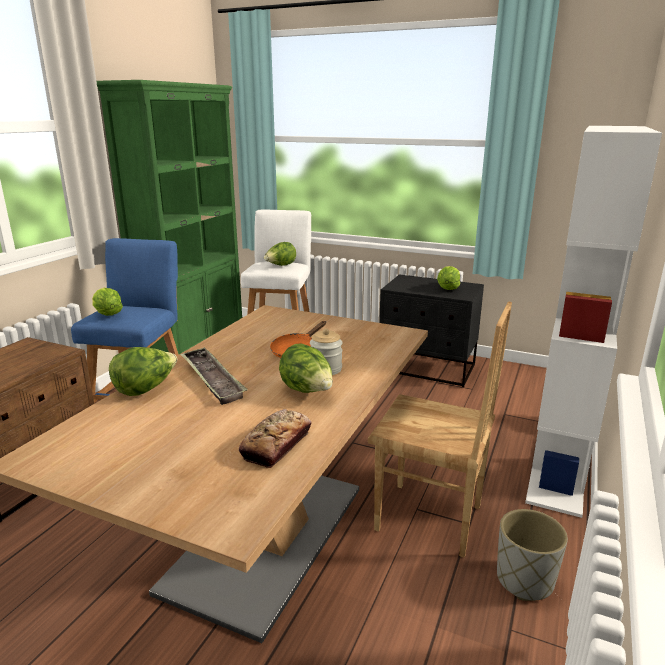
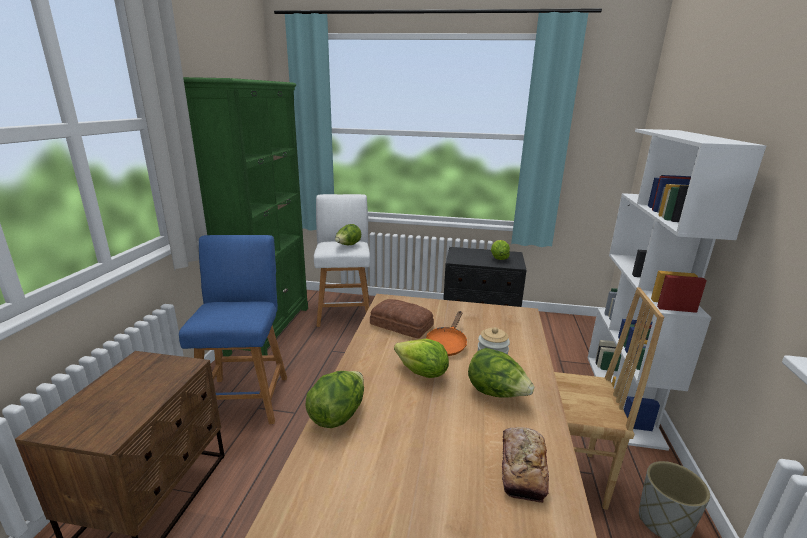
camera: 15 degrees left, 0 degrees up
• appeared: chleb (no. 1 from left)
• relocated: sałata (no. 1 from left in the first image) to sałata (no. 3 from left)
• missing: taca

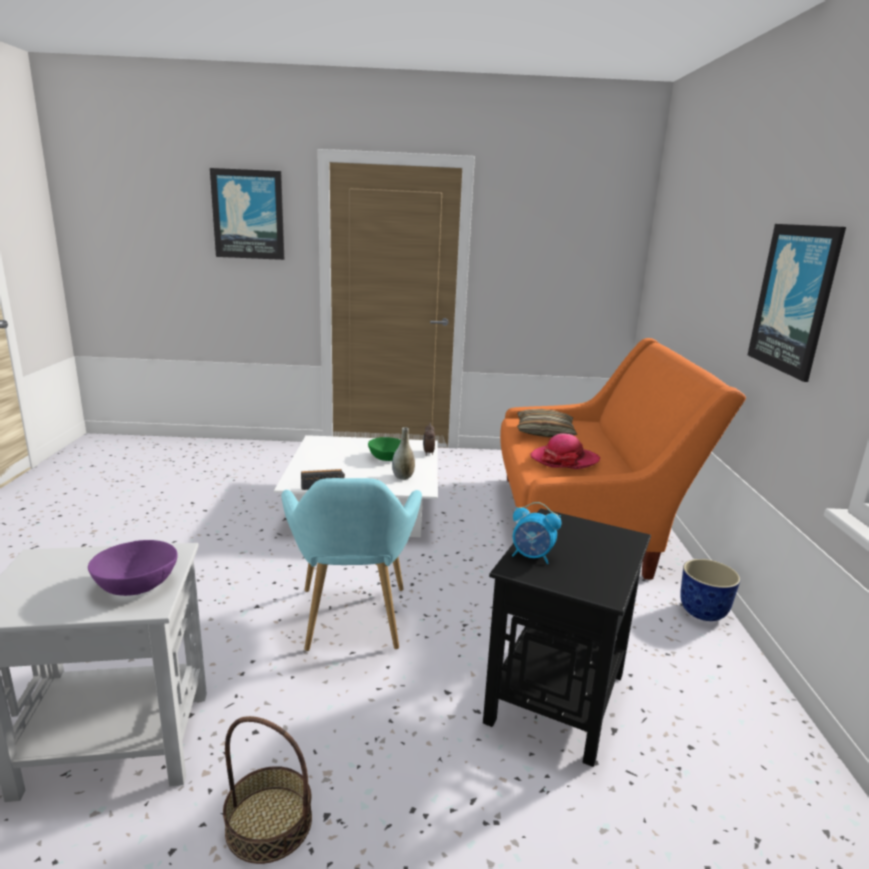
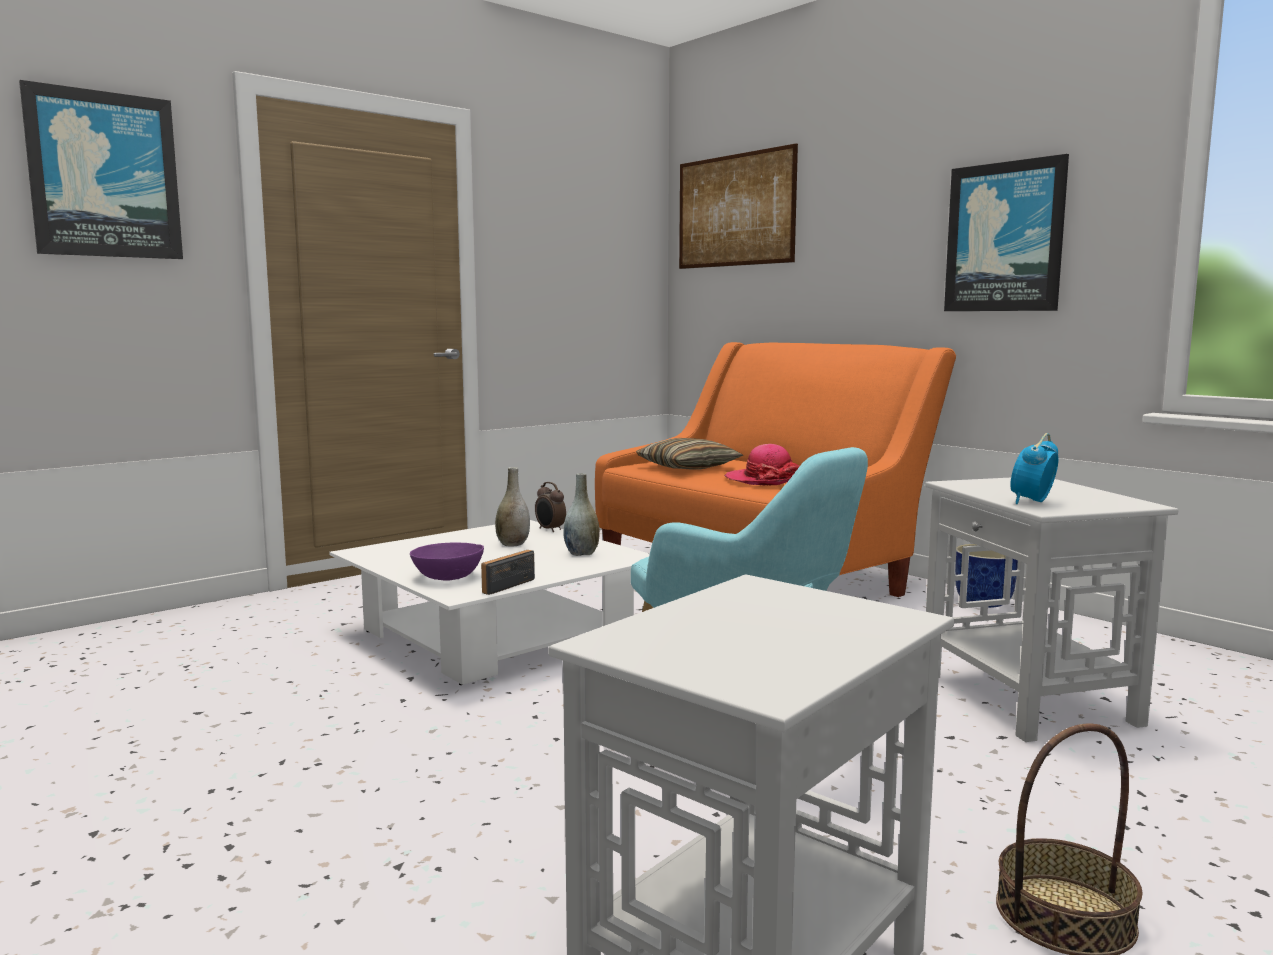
camera: 40 degrees left, 10 degrees down
• relocated: miska (fioletowy)
• exchanged: miska (zielony) to wazon (szary) (no. 1 from left)
• appeared: obraz (no. 2 from left)
• colour: stolik (czarny) to stolik (biały) (no. 2 from left)
• spun: budzik (no. 2 from left) 150 degrees clockwise

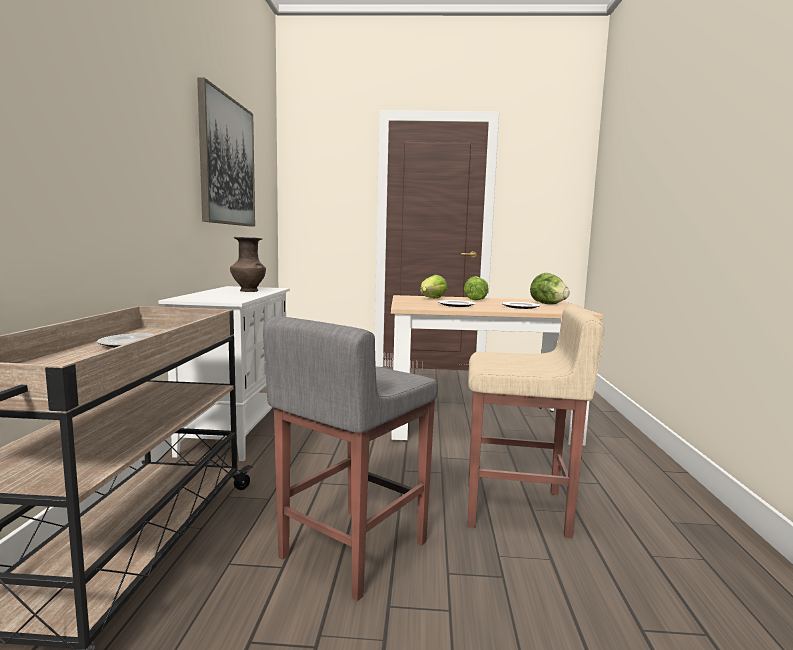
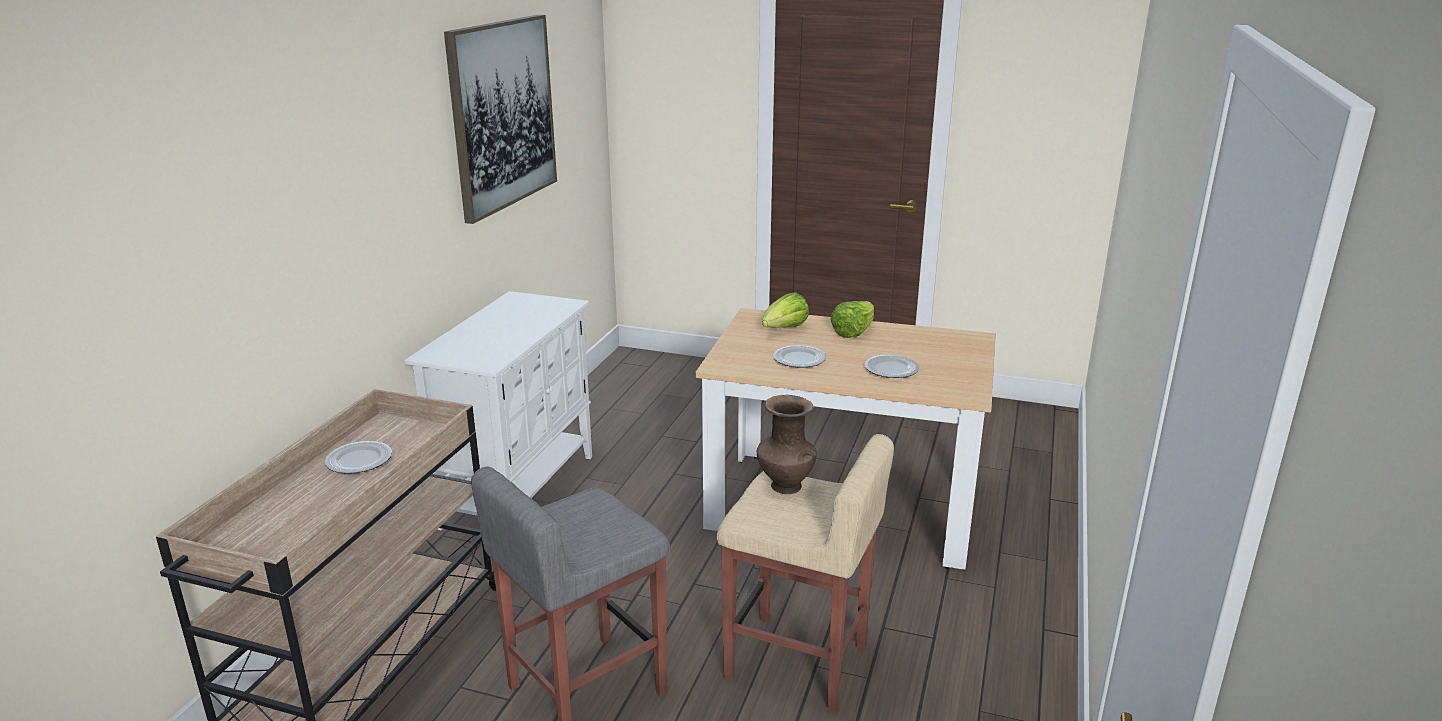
camera: 15 degrees right, 15 degrees up
• relocated: wazon (brązowy)
• missing: sałata (no. 3 from left)

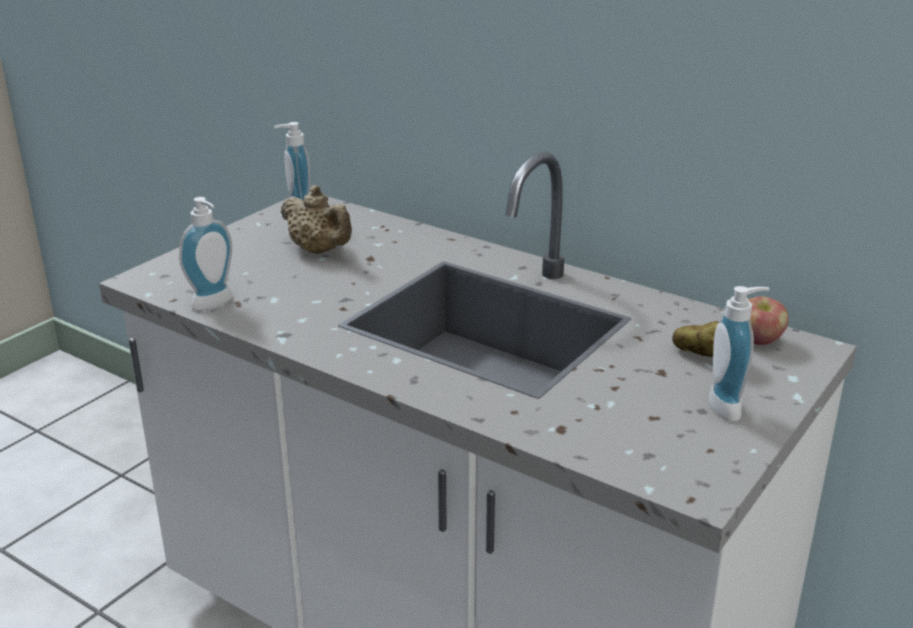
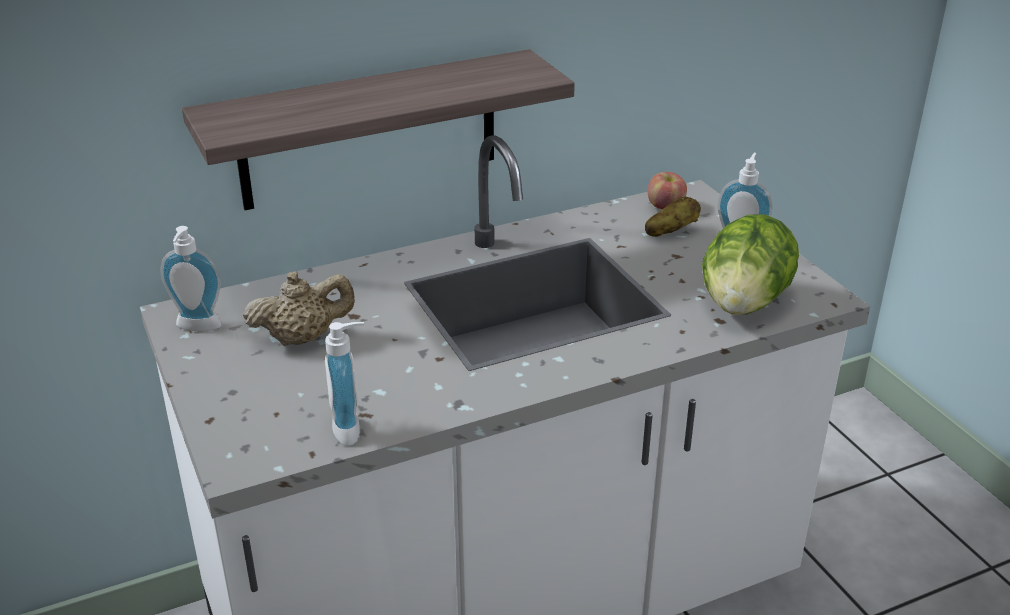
camera: 60 degrees left, 5 degrees up
• appeared: półka
• appeared: sałata

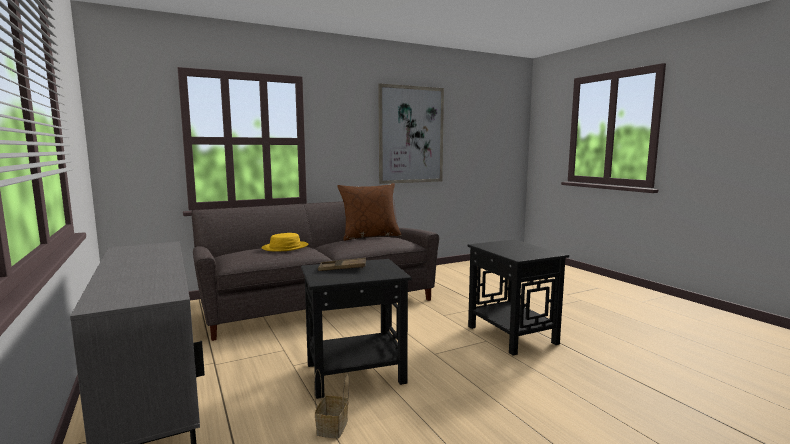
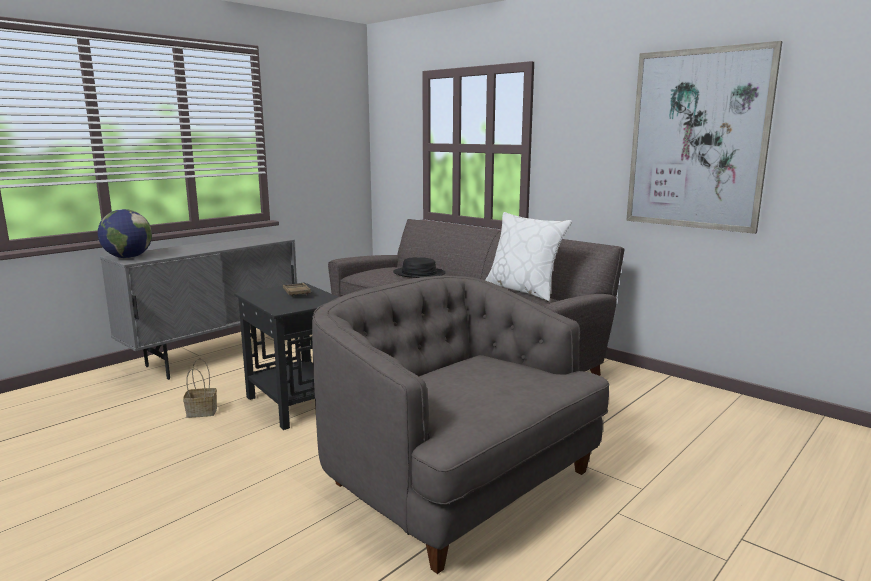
camera: 70 degrees right, 5 degrees up
• appeared: globus
• exchanged: stolik (czarny) (no. 2 from left) to fotel (szary)
• colour: kapelusz (żółty) to kapelusz (czarny)
• colour: poduszka (brązowy) to poduszka (biały)

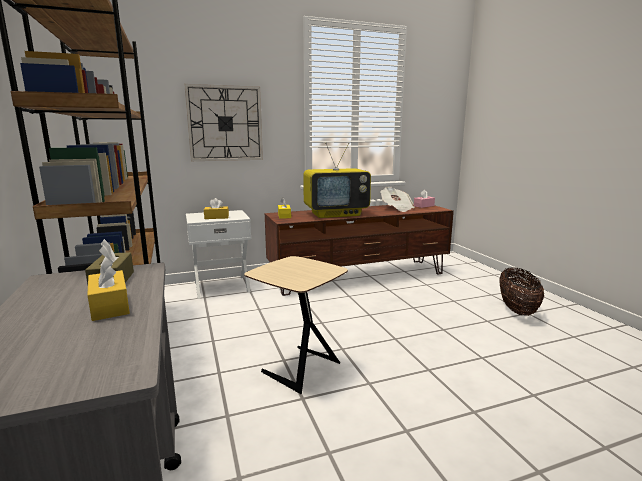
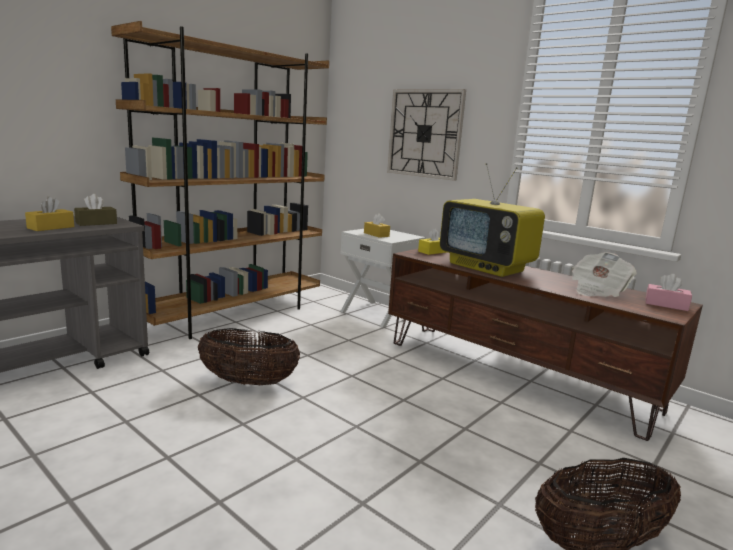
camera: 60 degrees right, 0 degrees up
• exchanged: stolik (beżowy) to koszyk (no. 1 from left)

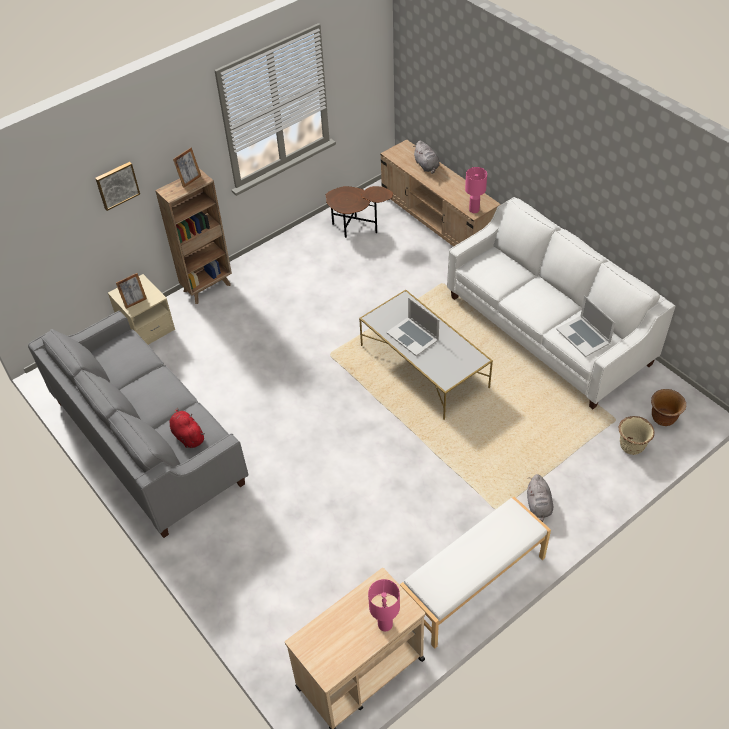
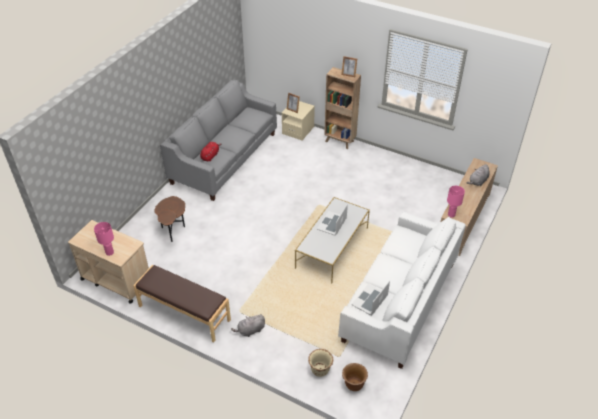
camera: 65 degrees right, 5 degrees down
• colour: ławka (biały) to ławka (brązowy)
• relocated: stolik (brązowy)
• missing: obraz

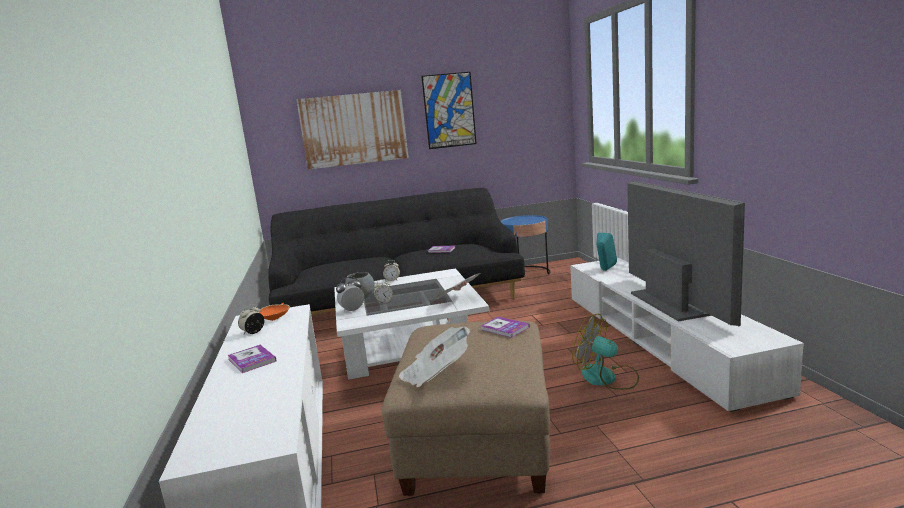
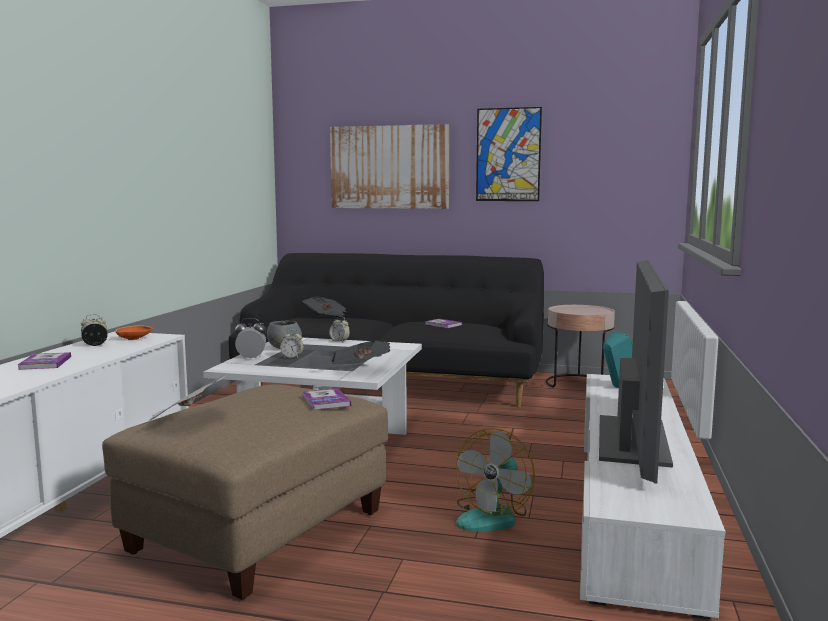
camera: 25 degrees right, 5 degrees down
• appeared: gazeta (no. 2 from left)
• spun: wentylator 120 degrees counterclockwise
• colour: stolik (niebieski) to stolik (różowy)

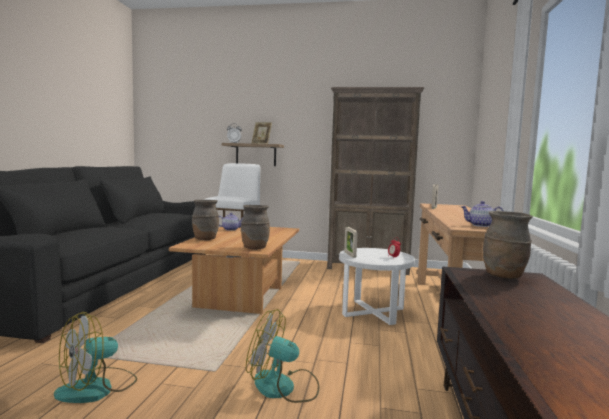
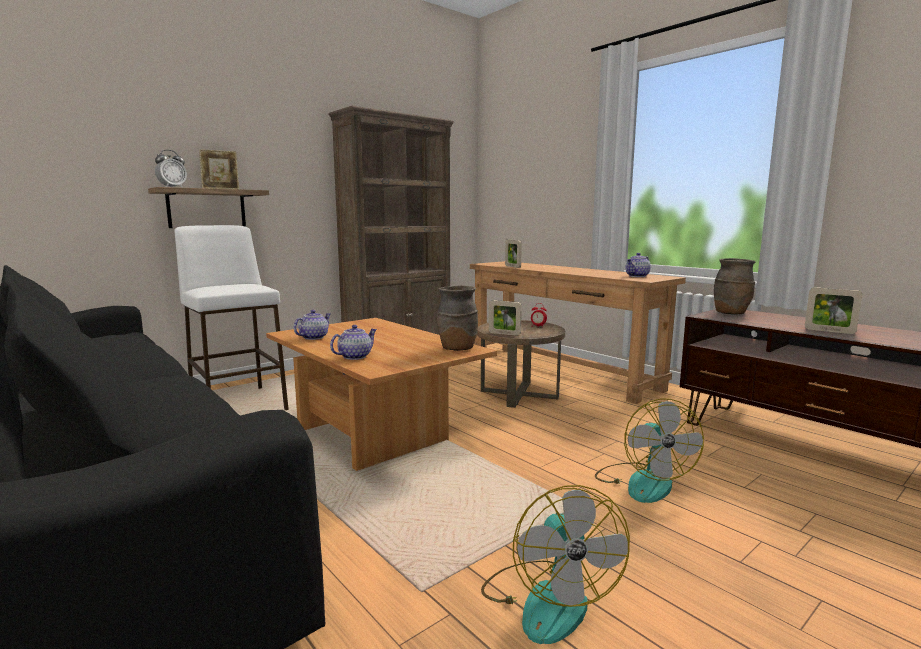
camera: 50 degrees left, 5 degrees up
• exchanged: wazon (brązowy) (no. 1 from left) to imbryk (no. 2 from left)
• colour: stolik (biały) to stolik (brązowy)
• spun: wentylator (no. 2 from left) 60 degrees counterclockwise
• appeared: ramka na zdjęcie (no. 4 from left)

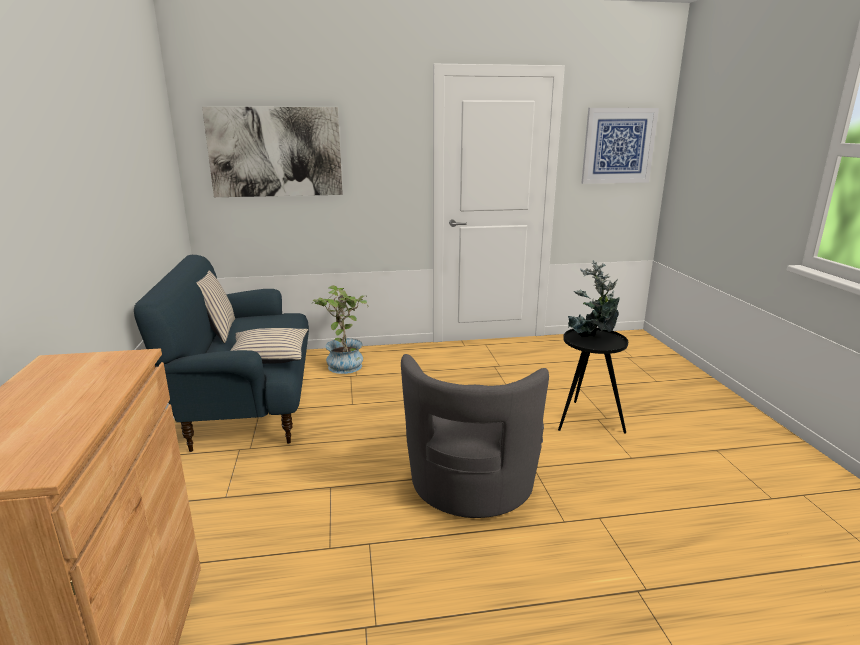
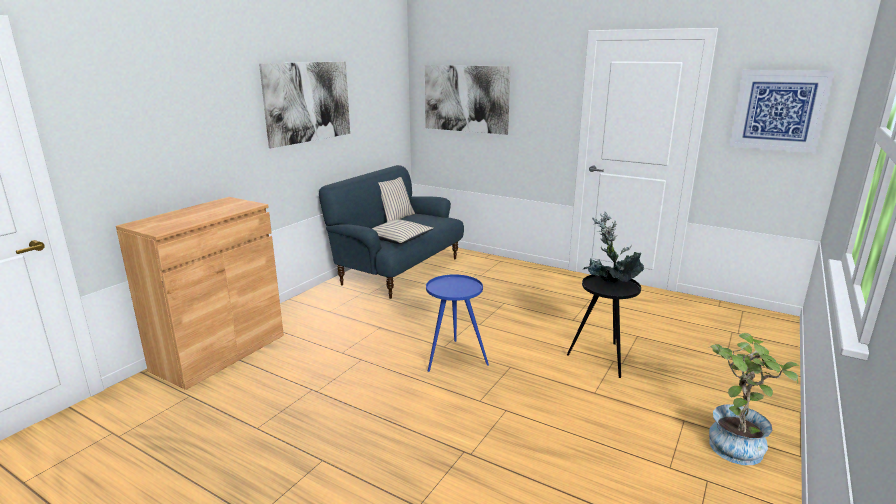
camera: 40 degrees right, 0 degrees up
• appeared: obraz (no. 1 from left)
• exchanged: fotel (szary) to stolik (niebieski)
• relocated: roślina doniczkowa (no. 1 from left in the first image) to roślina doniczkowa (no. 2 from left)

